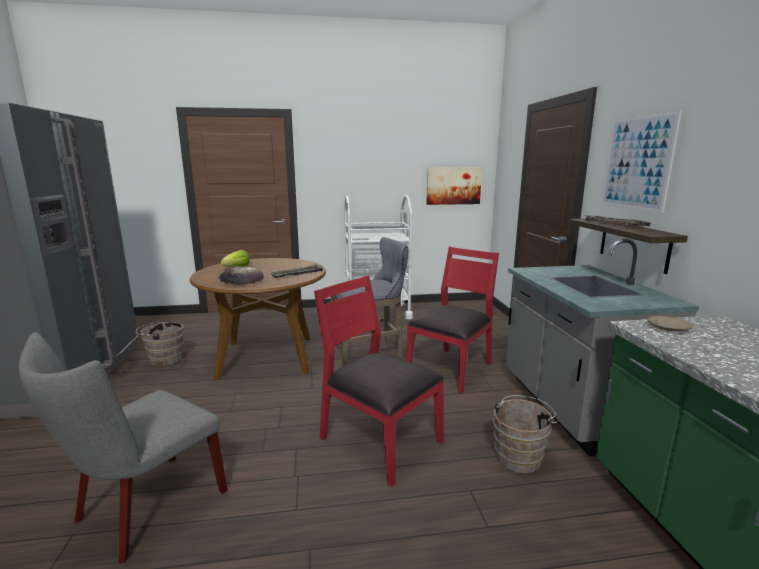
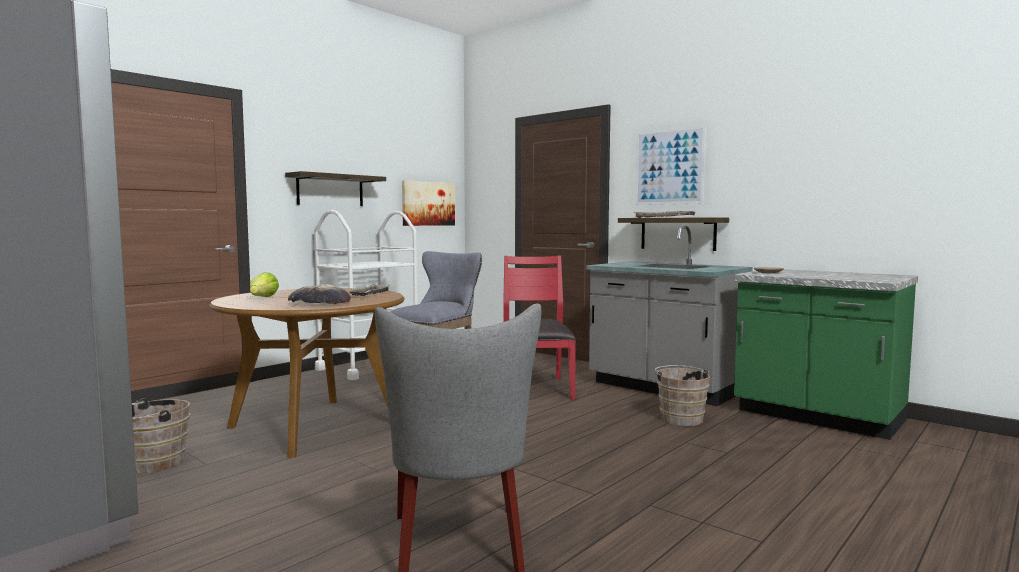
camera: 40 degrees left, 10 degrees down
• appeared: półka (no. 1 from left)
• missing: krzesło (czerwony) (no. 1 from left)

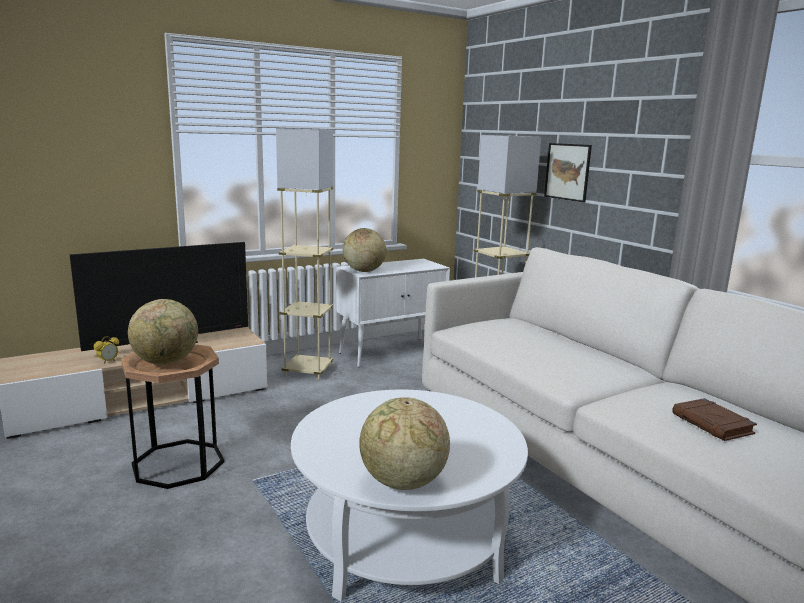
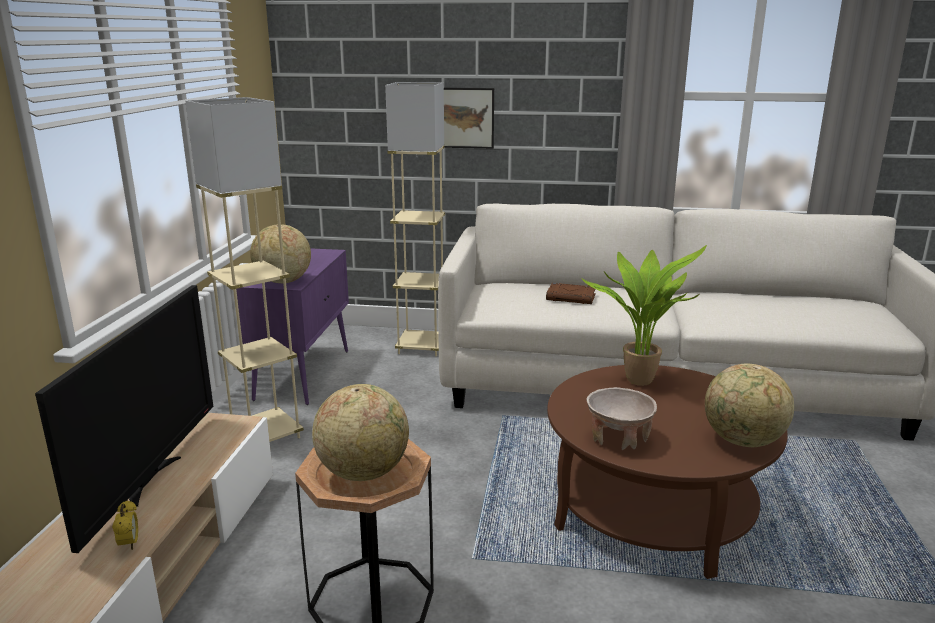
camera: 50 degrees left, 5 degrees up
• colour: szafka (biały) to szafka (fioletowy)
• relocated: książka (brązowy)
• colour: ława (biały) to ława (brązowy)
• appeared: roślina doniczkowa
• appeared: miska (beżowy)

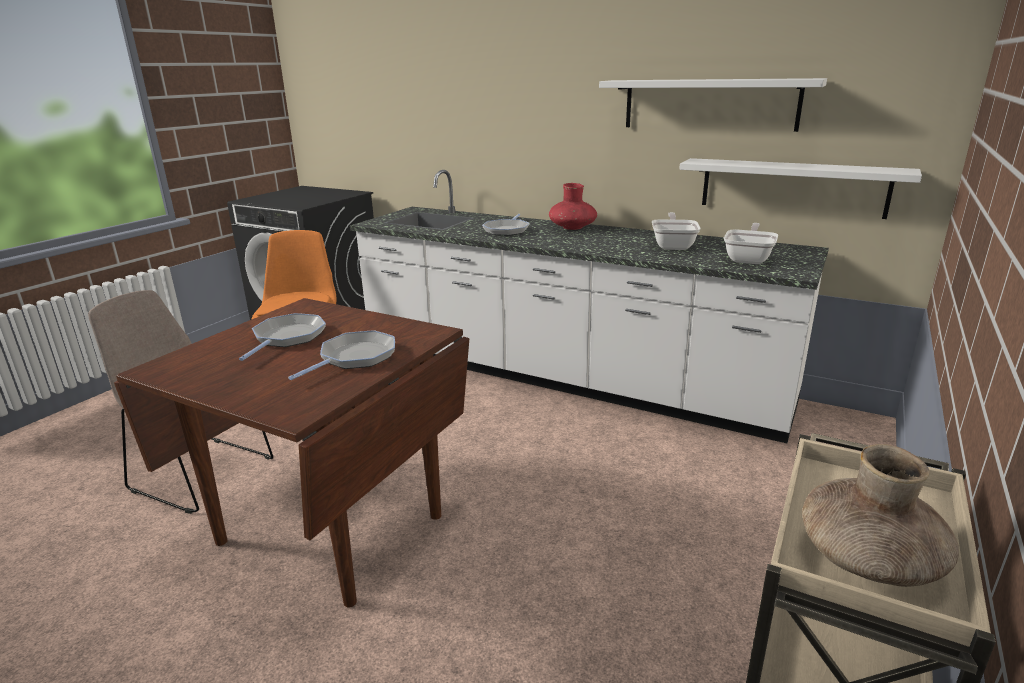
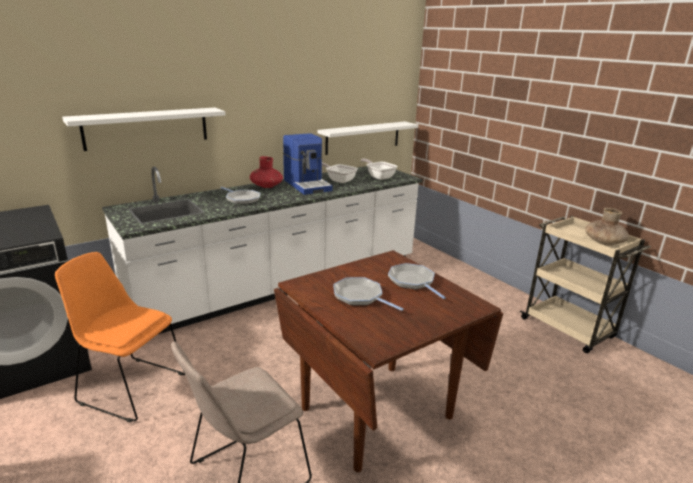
camera: 65 degrees left, 0 degrees up
• relocated: półka (biały) (no. 1 from left)
• appeared: ekspres do kawy

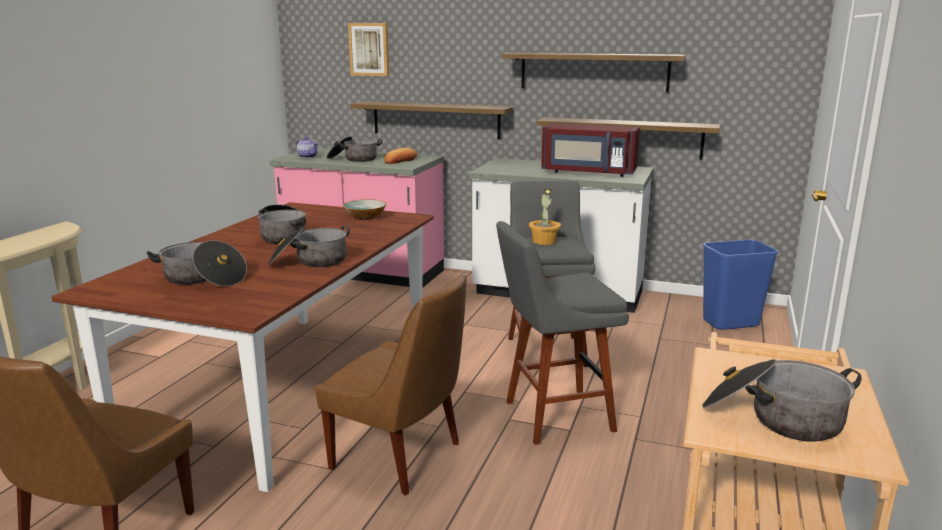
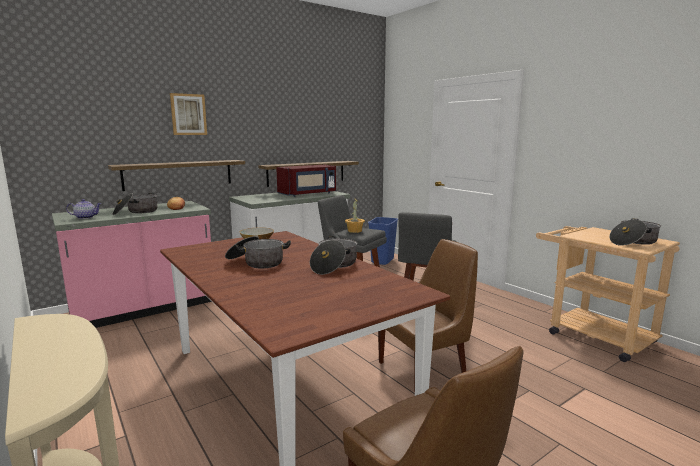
camera: 55 degrees left, 5 degrees down
• relocated: obraz
• missing: garnek (no. 1 from left)
• missing: półka (no. 2 from left)

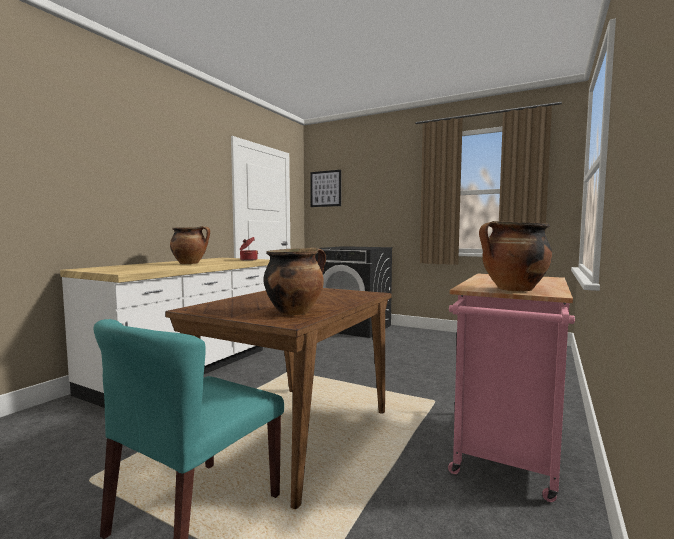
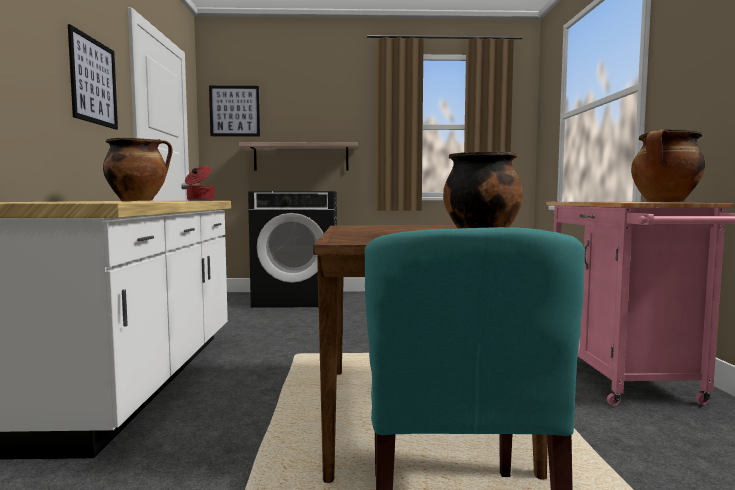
camera: 30 degrees left, 0 degrees up
• appeared: obraz (no. 1 from left)
• appeared: półka

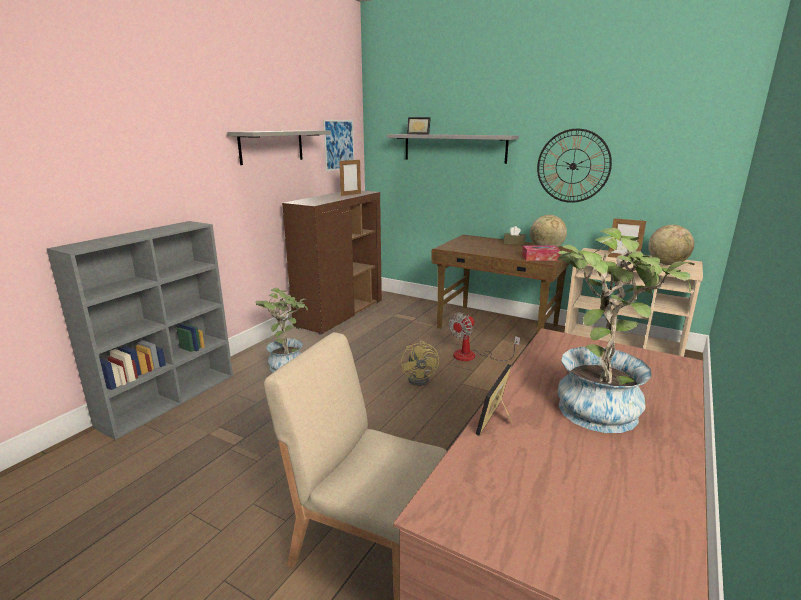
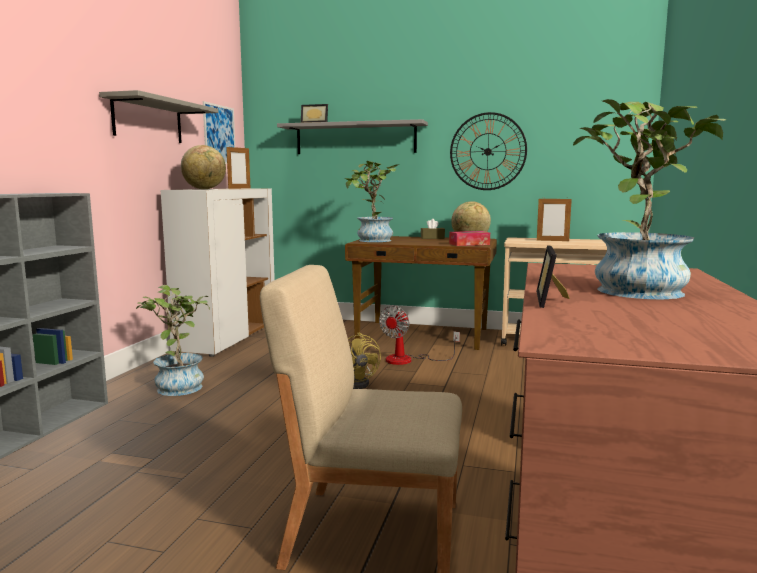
camera: 15 degrees left, 10 degrees down
• colour: szafka (brązowy) to szafka (biały)
• relocated: globus (no. 2 from left in the first image) to globus (no. 1 from left)
• appeared: roślina doniczkowa (no. 2 from left)

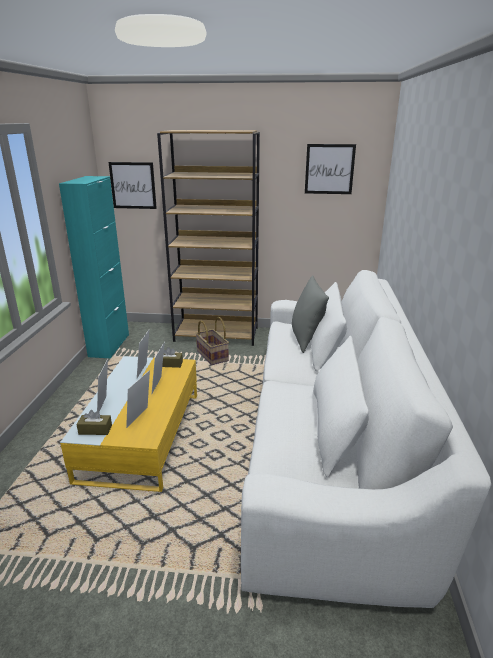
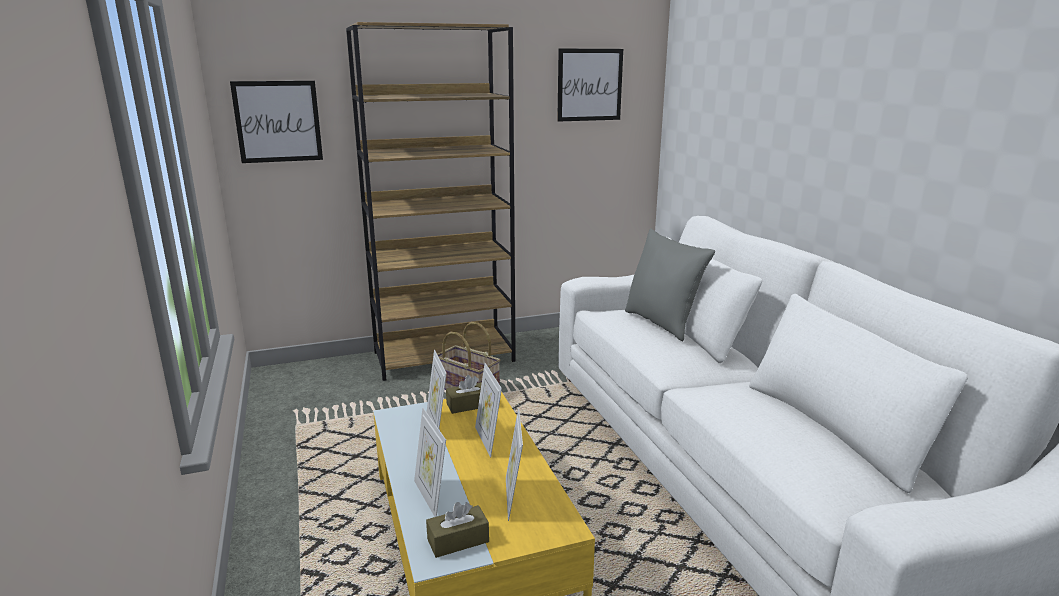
camera: 25 degrees left, 5 degrees down
• missing: szafka (turkusowy)

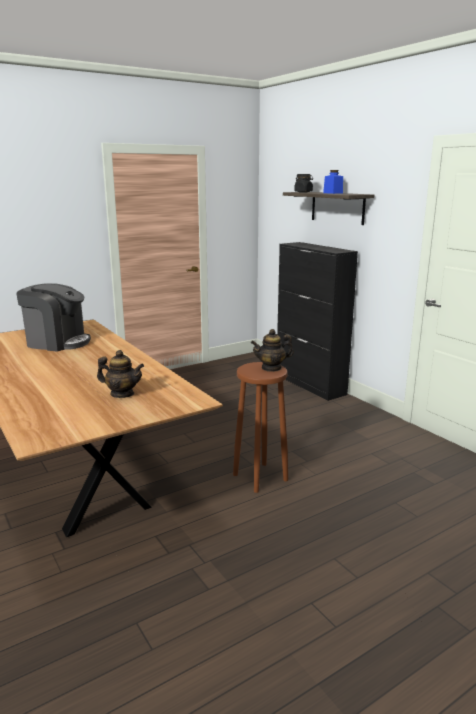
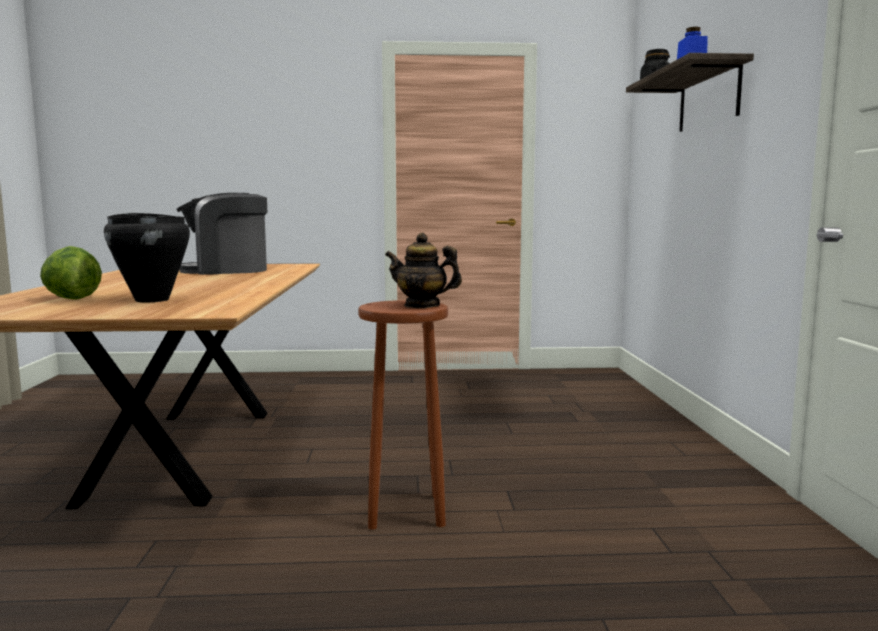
camera: 30 degrees right, 10 degrees down
• appeared: sałata
• exchanged: imbryk (no. 1 from left) to garnek (czarny)
• spun: ekspres do kawy 120 degrees clockwise
• missing: szafka (czarny)

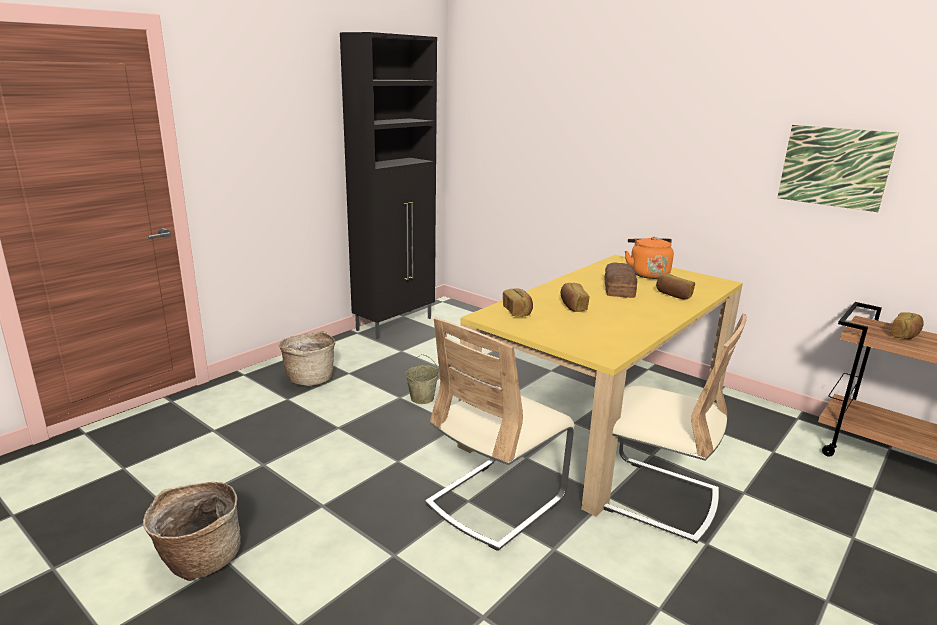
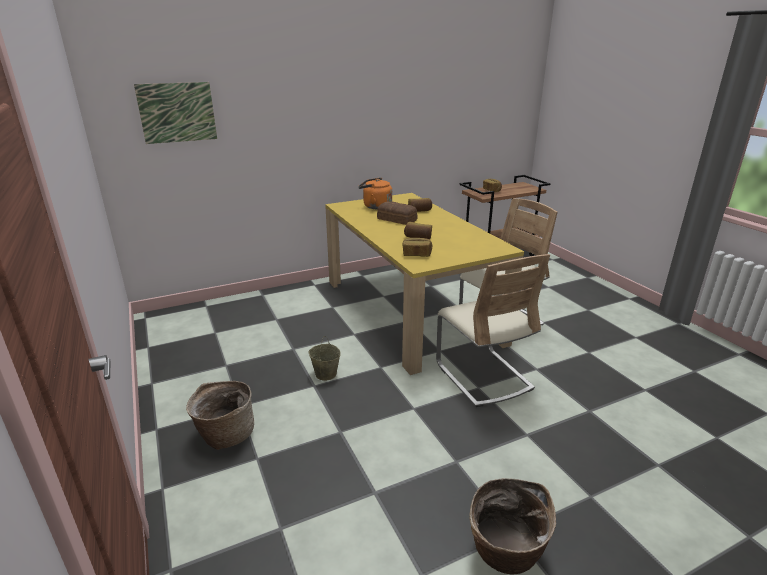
camera: 65 degrees left, 5 degrees up
• relocated: obraz
• missing: szafka (czarny)

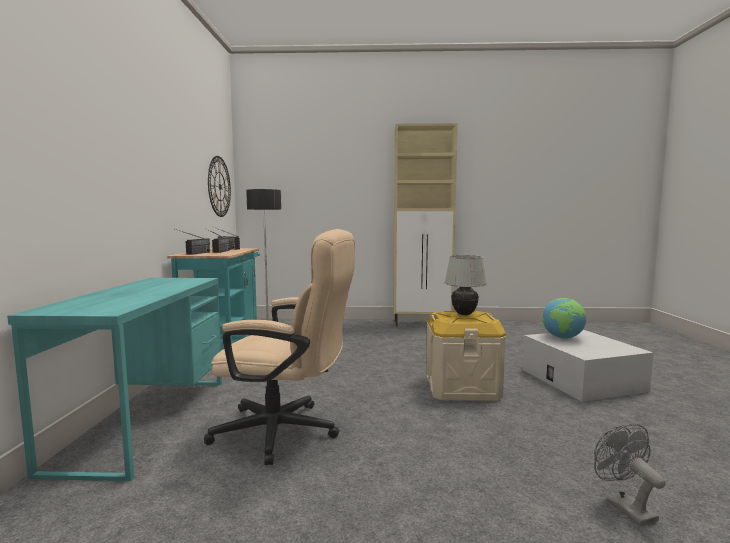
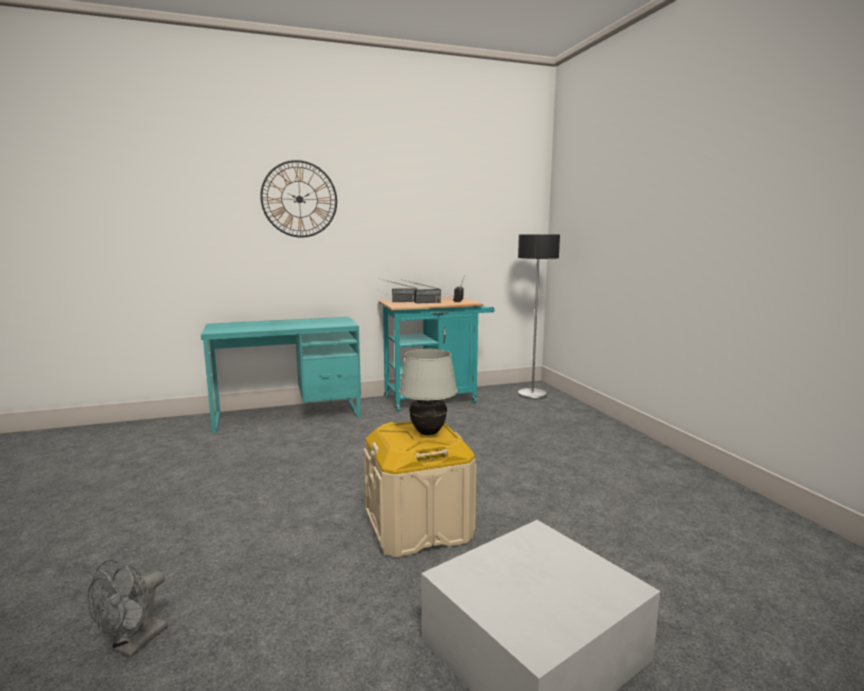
camera: 70 degrees right, 5 degrees up
• spun: wentylator (szary) 150 degrees clockwise
• relocated: zegar ścienny
• missing: krzesło biurowe (beżowy)
• missing: szafka (beżowy)
• missing: globus

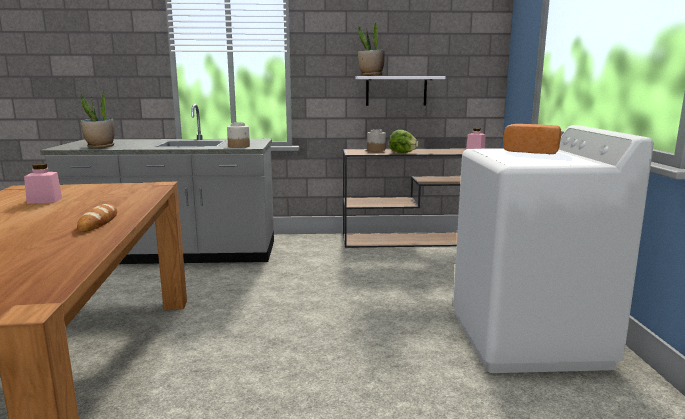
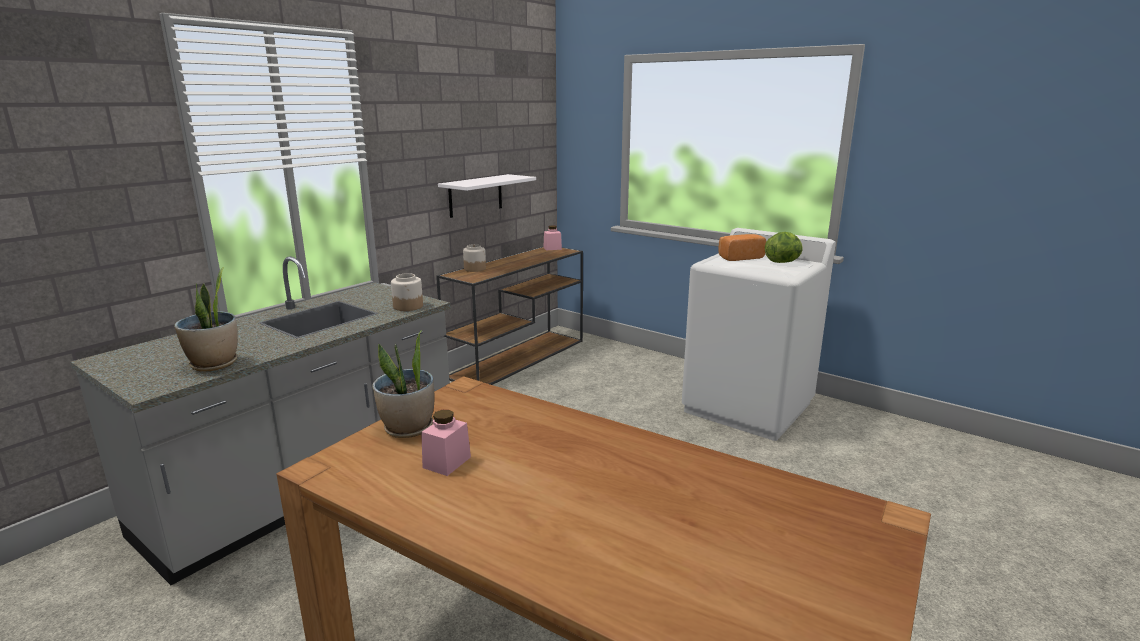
camera: 50 degrees left, 5 degrees up
• relocated: roślina doniczkowa (no. 2 from left)
• relocated: sałata
• missing: chleb (no. 1 from left)

